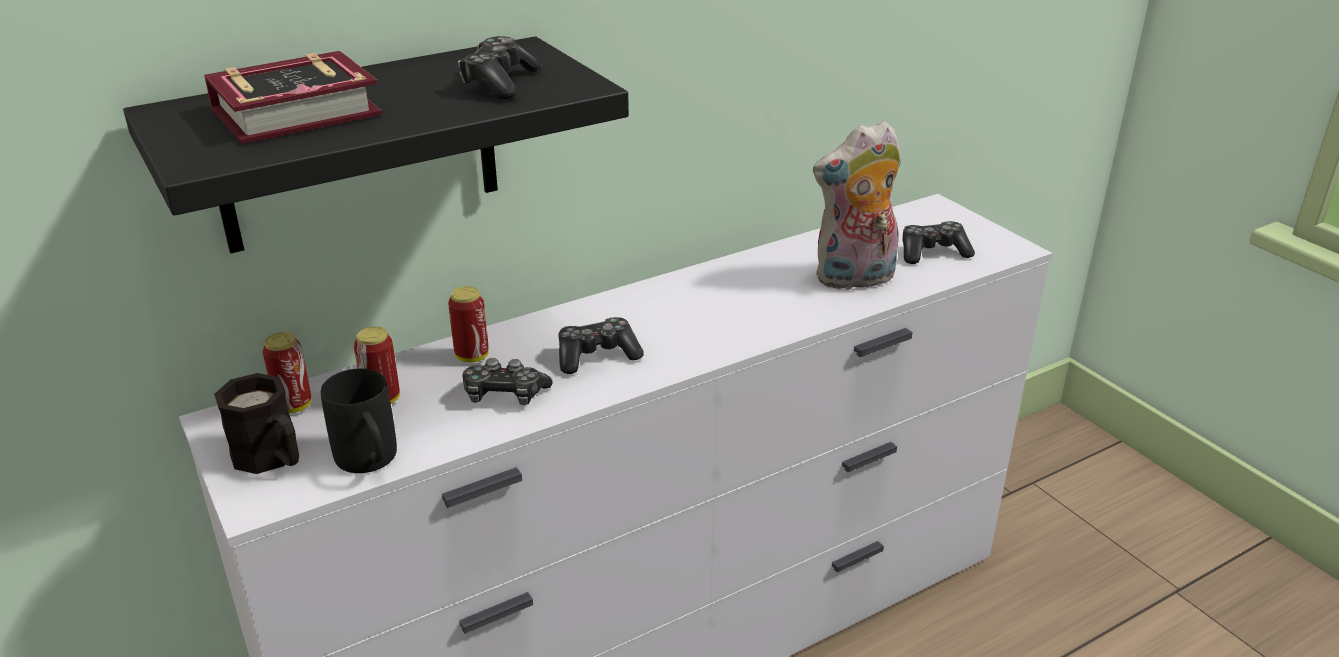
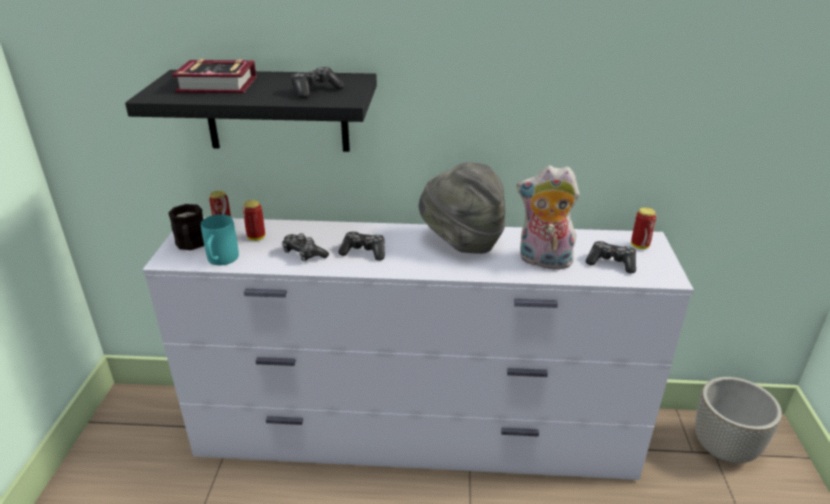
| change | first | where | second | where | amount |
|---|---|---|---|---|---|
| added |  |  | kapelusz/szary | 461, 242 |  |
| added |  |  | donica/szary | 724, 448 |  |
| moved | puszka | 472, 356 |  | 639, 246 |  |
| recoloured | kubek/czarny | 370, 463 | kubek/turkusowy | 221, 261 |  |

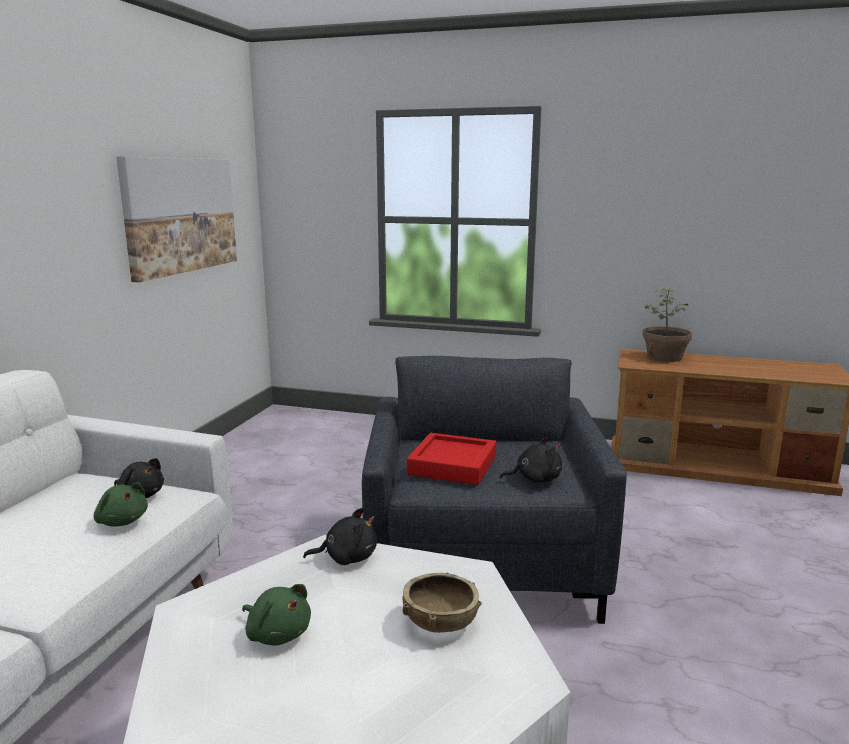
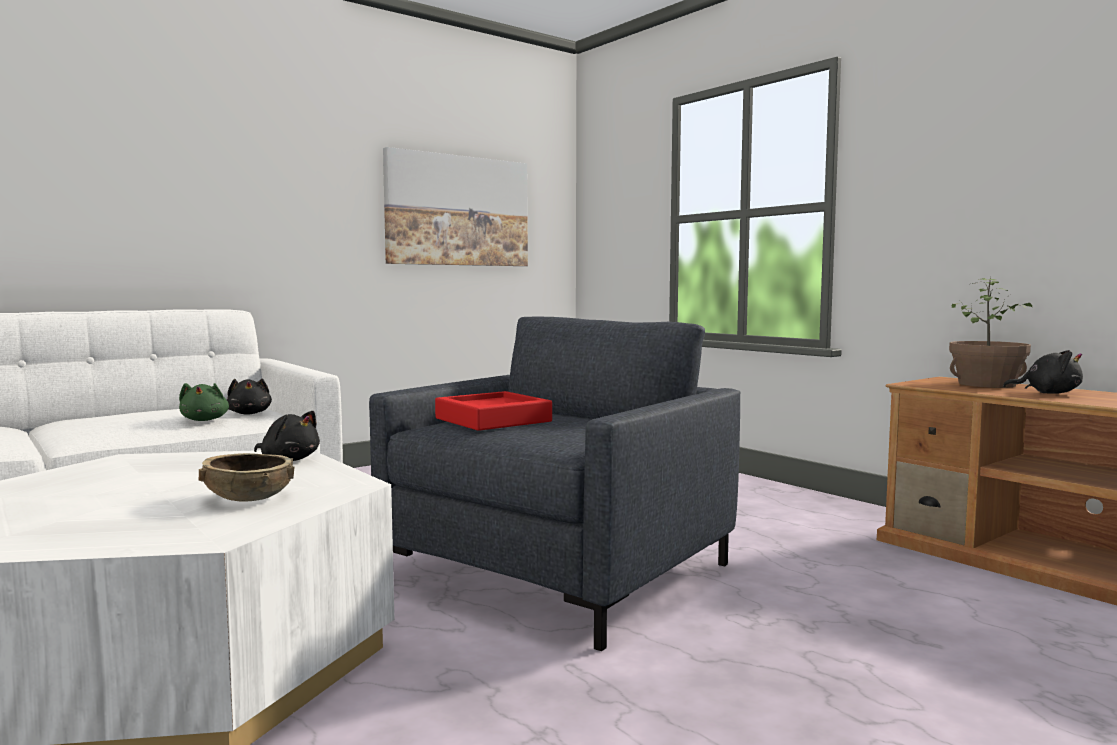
| change | first | where | second | where | amount |
|---|---|---|---|---|---|
| removed | pluszak/zielony | 277, 633 |  |  |  |
| moved | pluszak/czarny | 535, 479 |  | 1048, 393 |  |

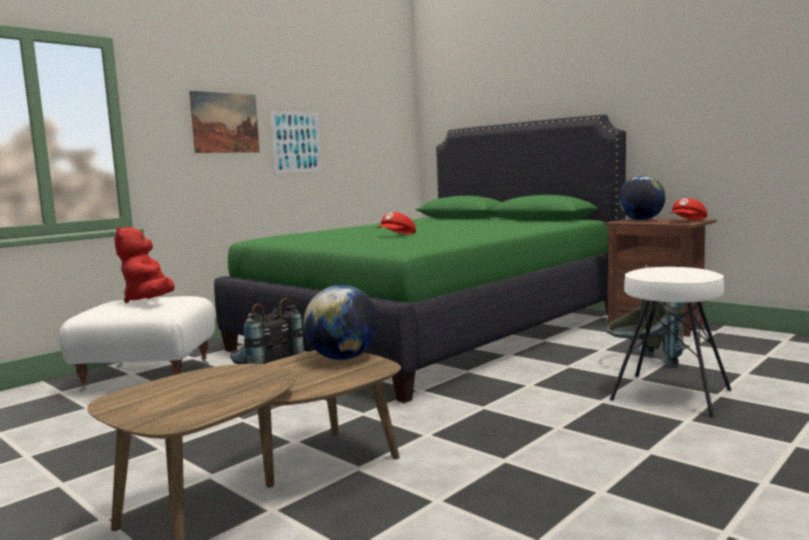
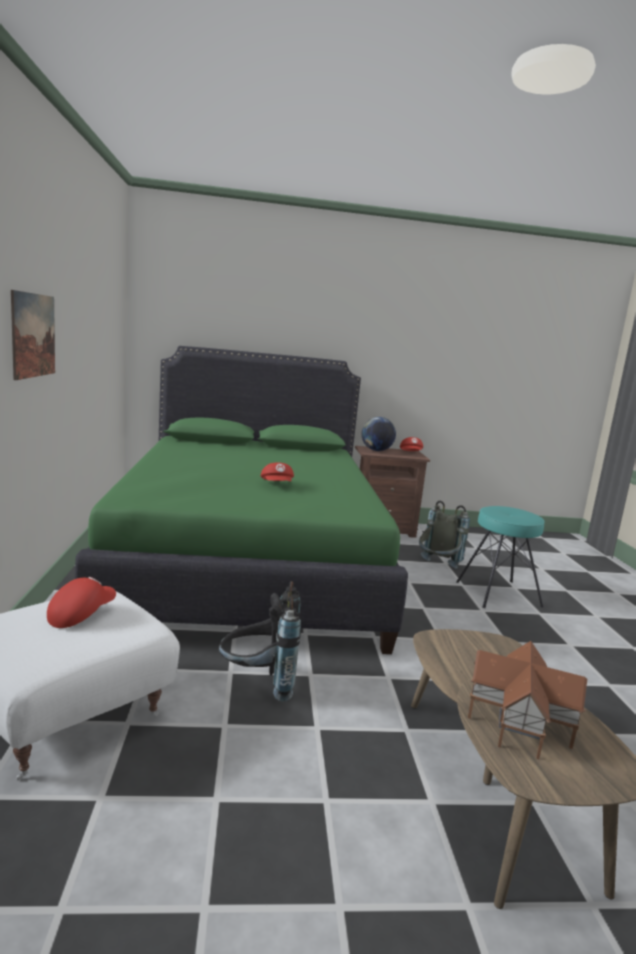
| change | first | where | second | where | amount |
|---|---|---|---|---|---|
| removed | obraz | 296, 142 |  |  |  |
| removed | globus | 343, 358 |  |  |  |
| added |  |  | domek | 517, 720 |  |
| replaced | pluszak/czerwony | 150, 301 | czapka z daszkiem/czerwony | 81, 614 |  |
| recoloured | stołek/biały | 671, 394 | stołek/turkusowy | 497, 593 |  |

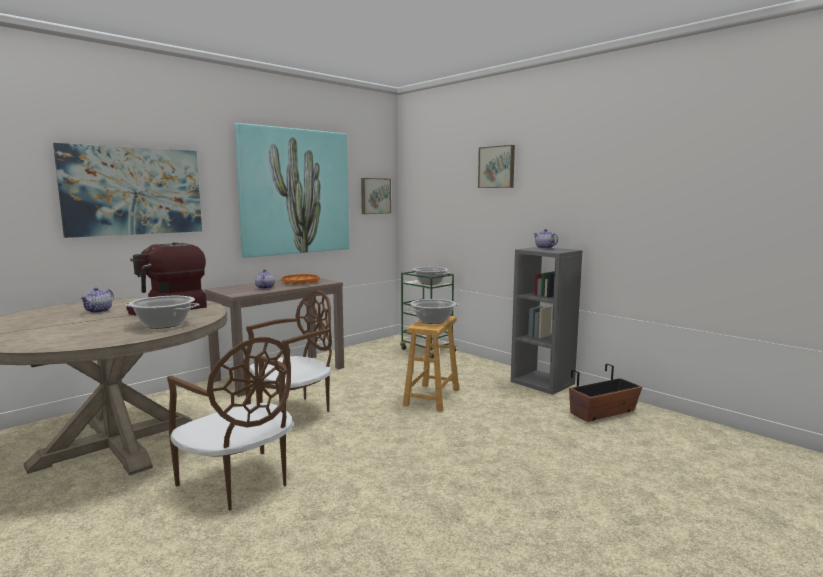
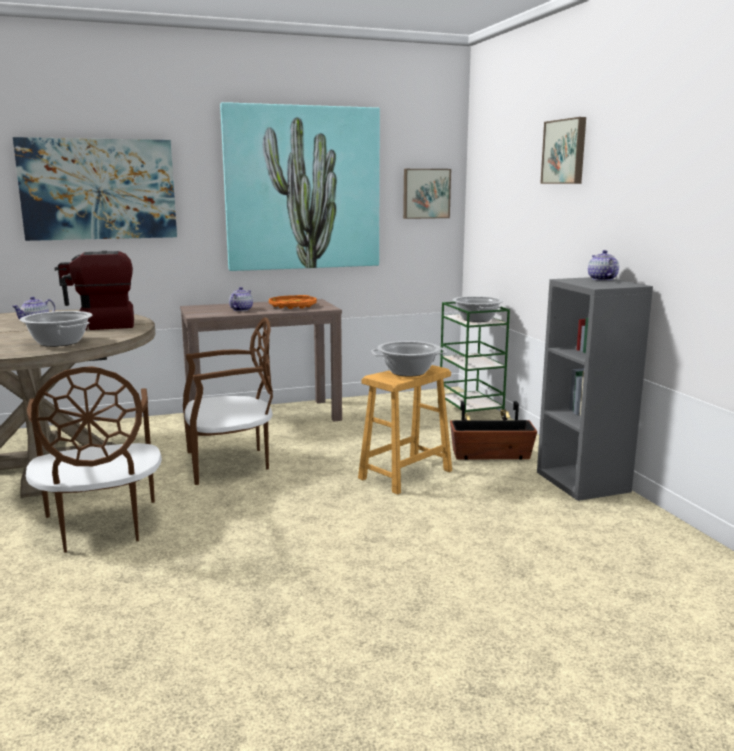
| change | first | where | second | where | amount |
|---|---|---|---|---|---|
| moved | donica | 603, 412 |  | 491, 455 |  |

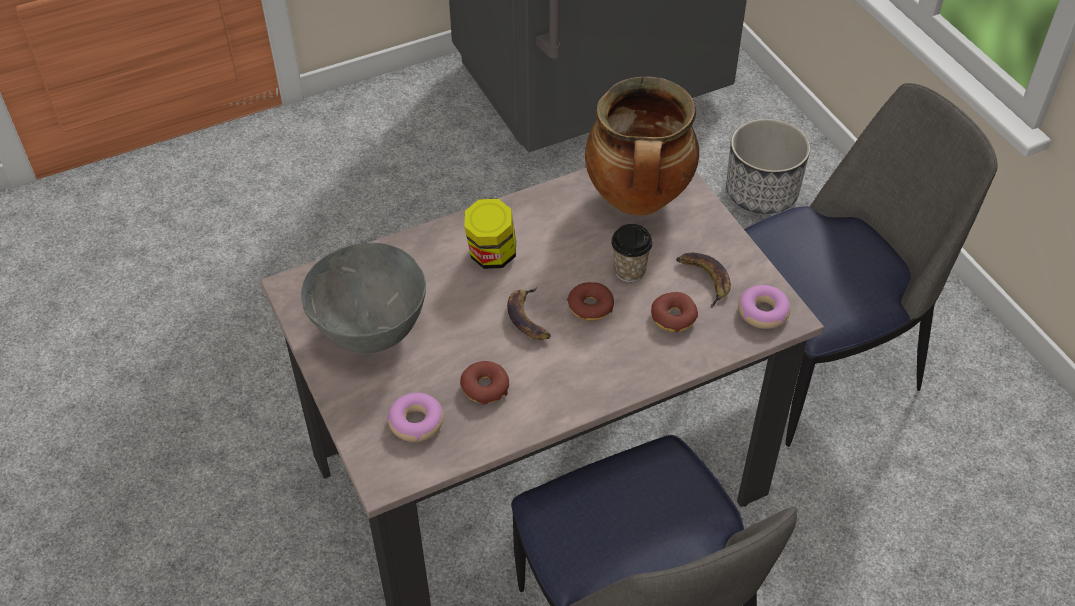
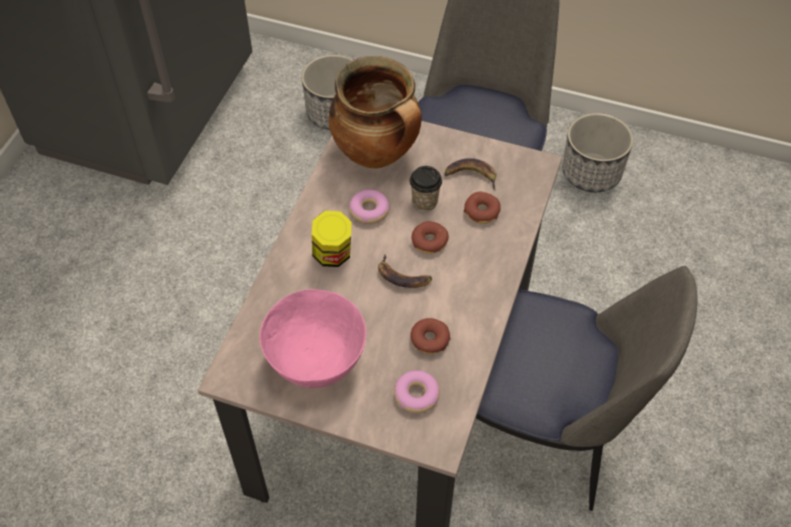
| change | first | where | second | where | amount |
|---|---|---|---|---|---|
| added |  |  | donica | 591, 173 |  |
| moved | donut | 763, 312 |  | 369, 210 |  |
| recoloured | miska/szary | 371, 331 | miska/różowy | 318, 363 |  |

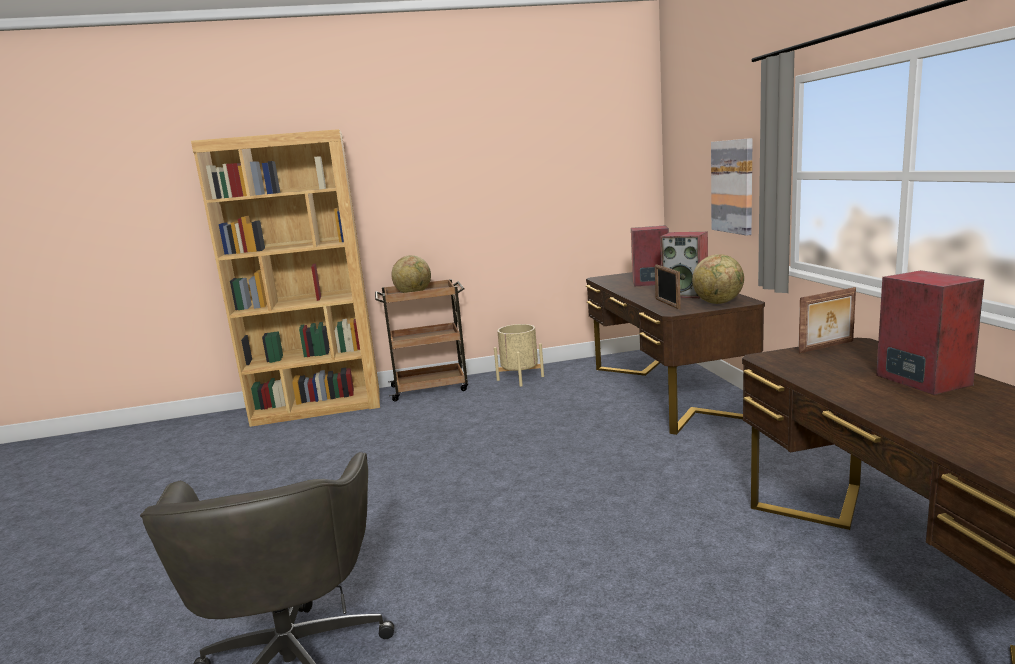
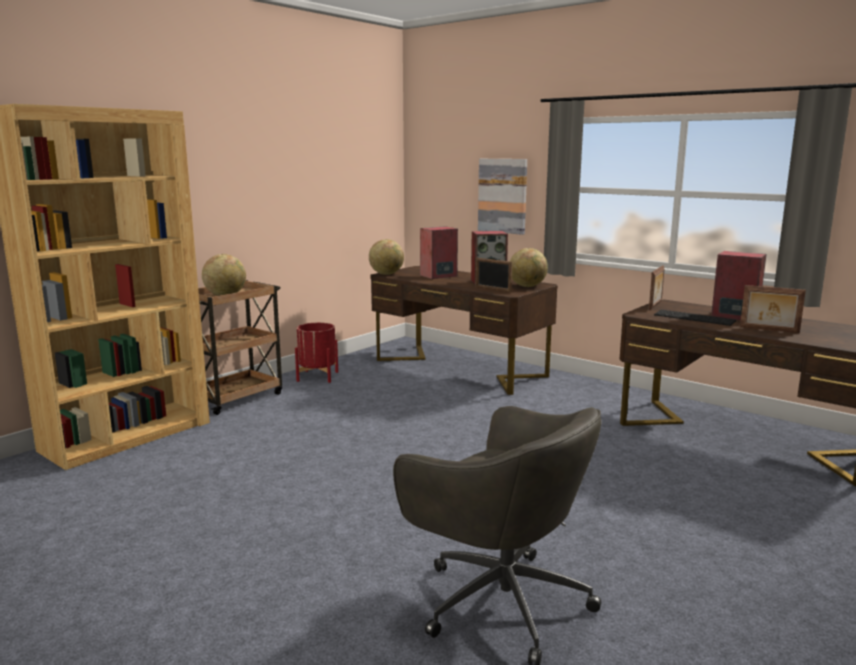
| change | first | where | second | where | amount |
|---|---|---|---|---|---|
| added |  |  | globus | 386, 274 |  |
| added |  |  | klawiatura | 695, 318 |  |
| added |  |  | ramka na zdjęcie | 769, 330 |  |
| recoloured | donica/beżowy | 520, 378 | donica/czerwony | 317, 376 |  |

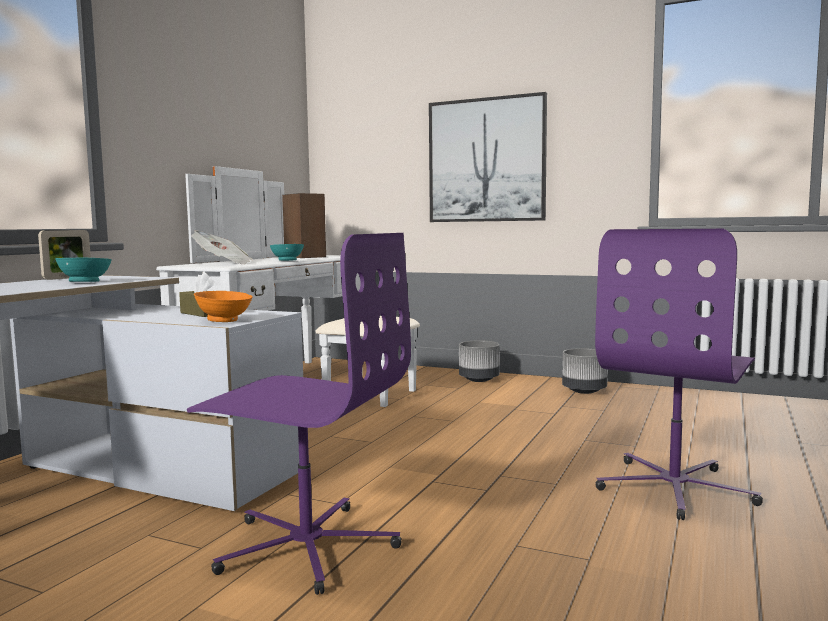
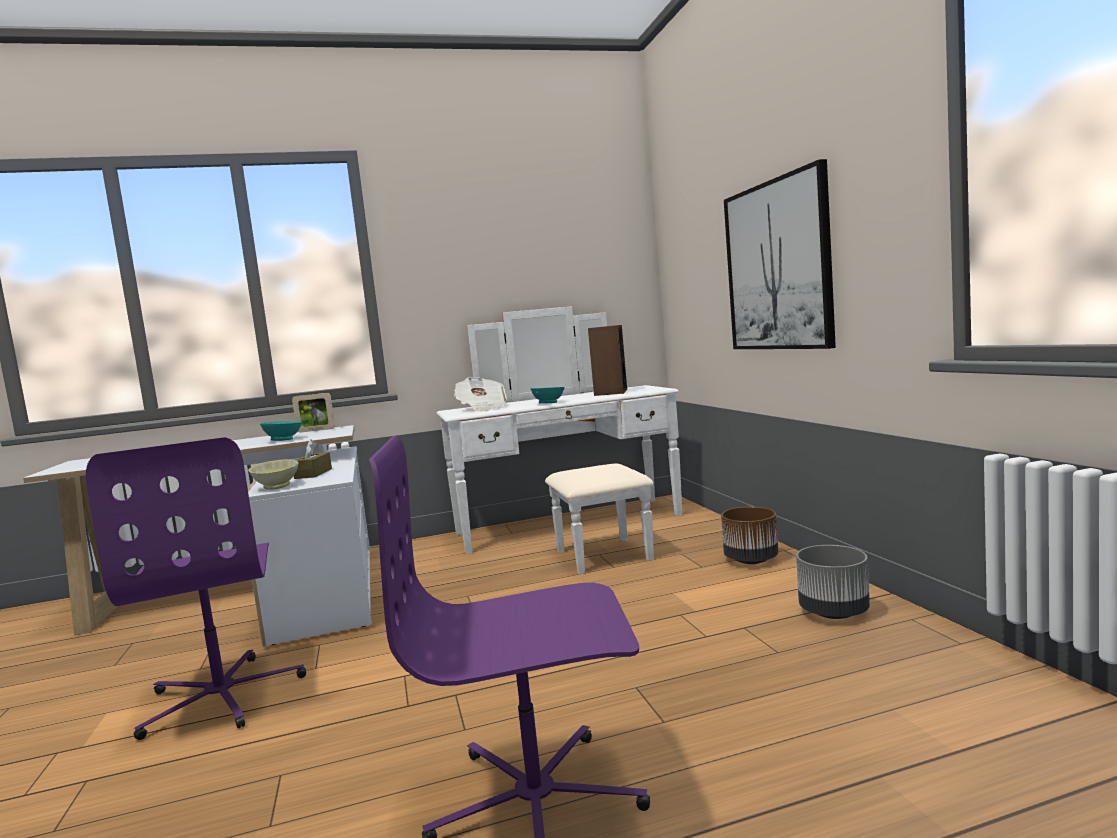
| change | first | where | second | where | amount |
|---|---|---|---|---|---|
| recoloured | miska/pomarańczowy | 224, 321 | miska/beżowy | 276, 487 |  |
| recoloured | donica/szary | 479, 380 | donica/brązowy | 751, 560 |  |

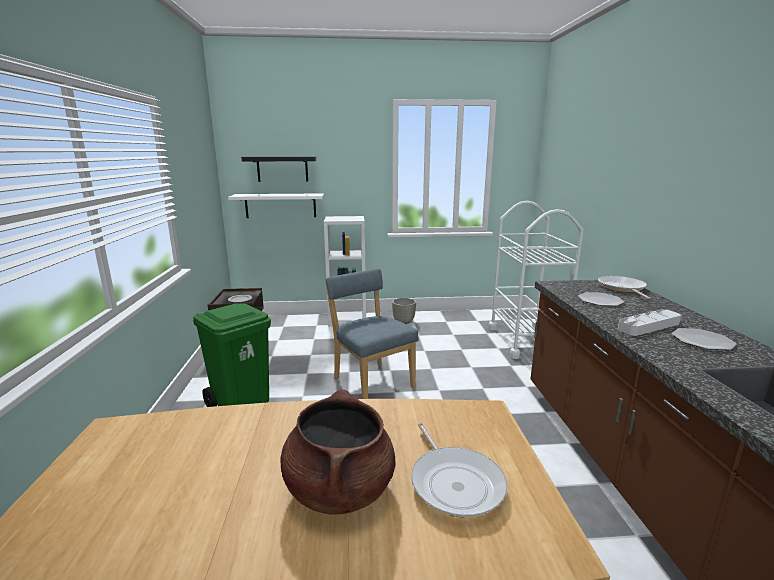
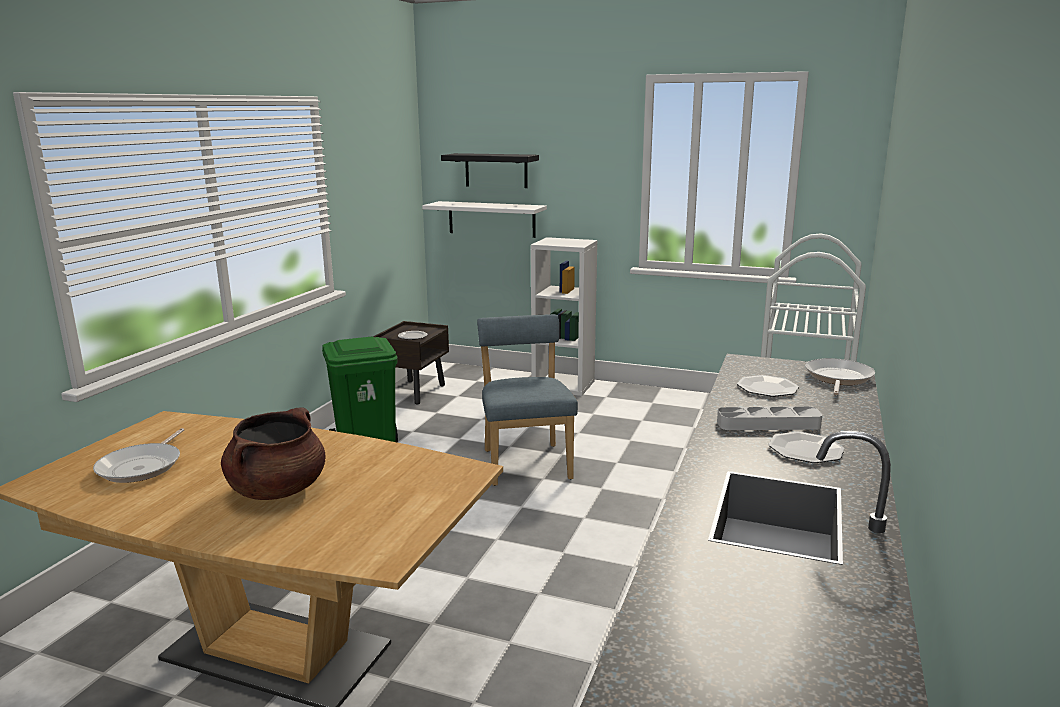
| change | first | where | second | where | amount |
|---|---|---|---|---|---|
| removed | donica/szary | 403, 322 |  |  |  |
| moved | patelnia | 455, 482 |  | 143, 466 |  |

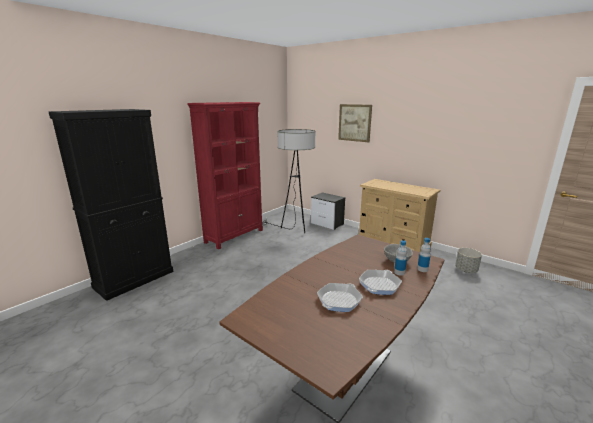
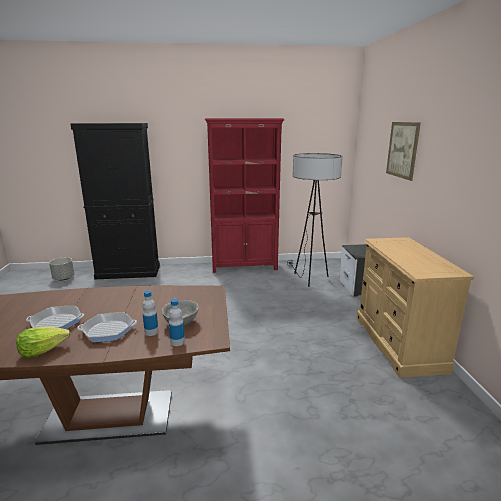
| change | first | where | second | where | amount |
|---|---|---|---|---|---|
| added |  |  | sałata | 43, 350 |  |
| moved | donica/szary | 466, 270 |  | 63, 278 |  |

